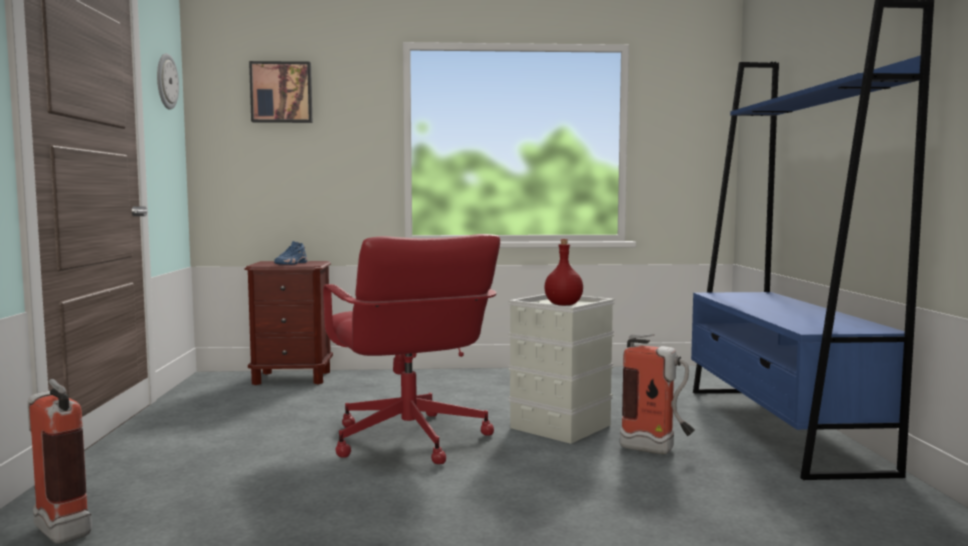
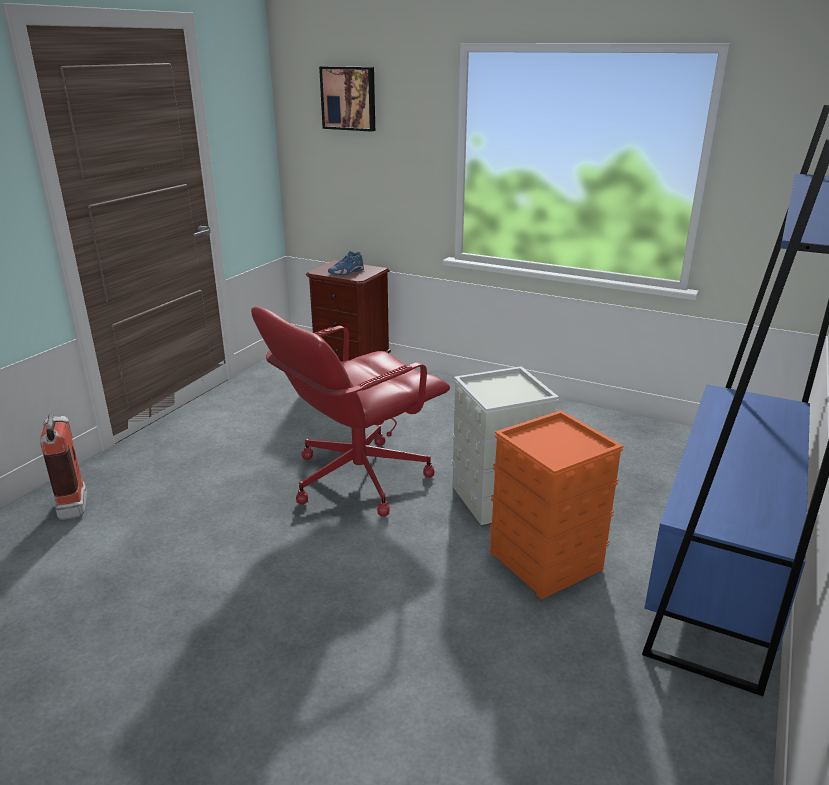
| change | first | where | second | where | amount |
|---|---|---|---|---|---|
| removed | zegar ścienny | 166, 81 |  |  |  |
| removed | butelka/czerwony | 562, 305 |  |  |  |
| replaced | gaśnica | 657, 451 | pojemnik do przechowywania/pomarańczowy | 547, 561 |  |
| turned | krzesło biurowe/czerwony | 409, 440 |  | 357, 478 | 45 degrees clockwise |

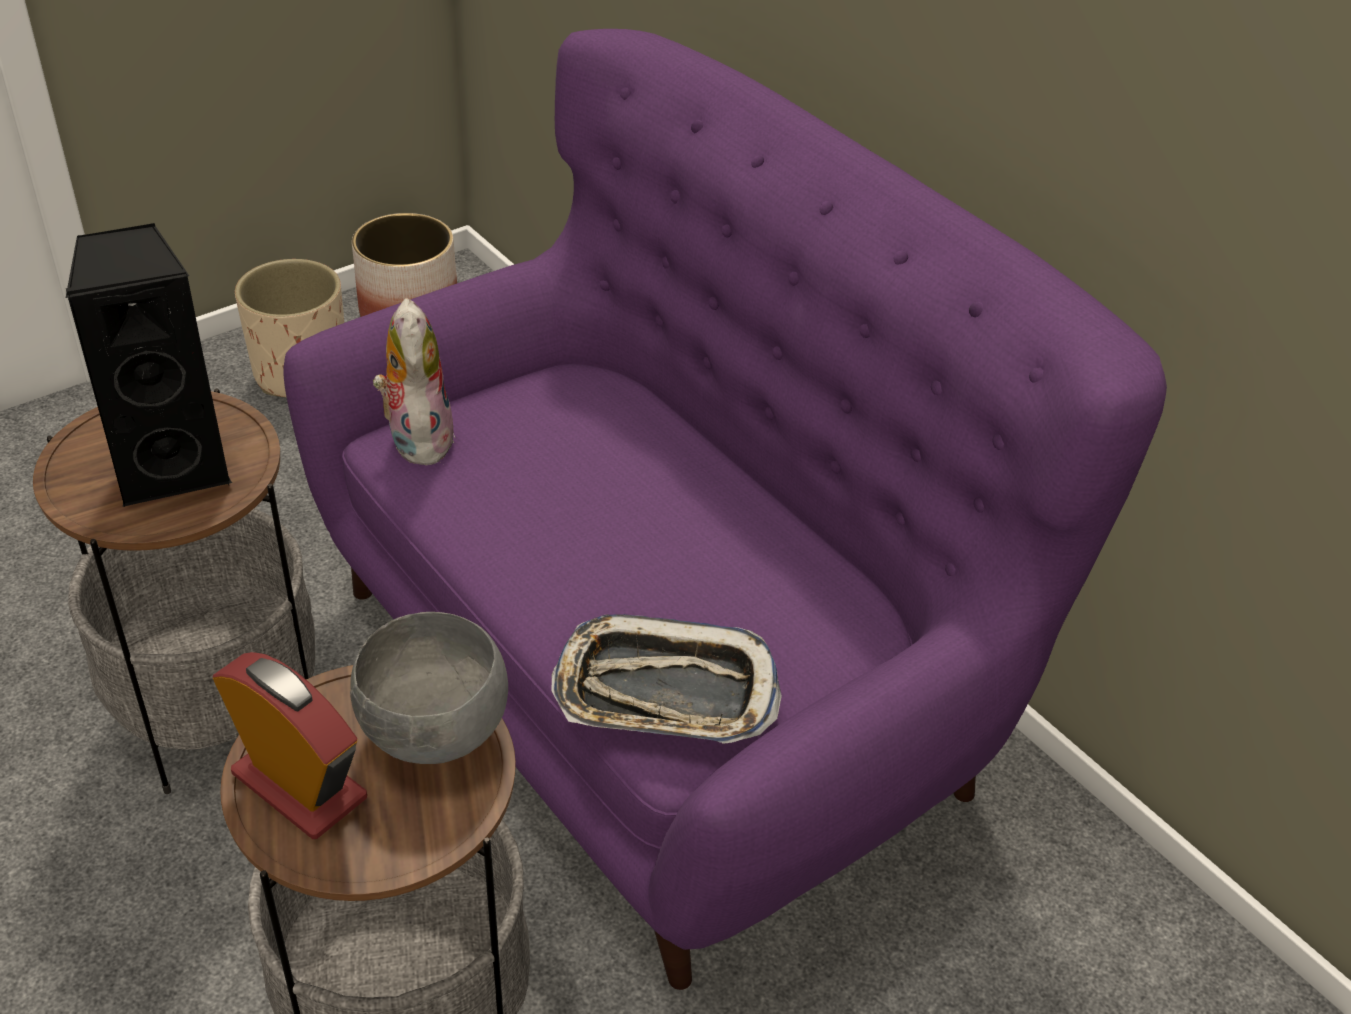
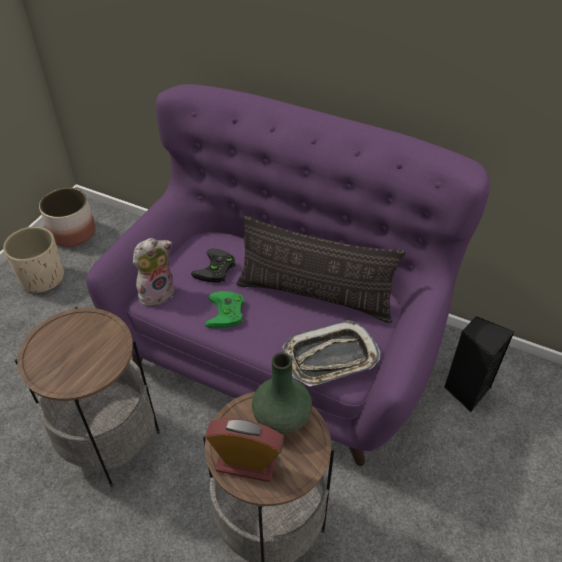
| change | first | where | second | where | amount |
|---|---|---|---|---|---|
| added |  |  | pad do gier/czarny | 215, 270 |  |
| added |  |  | pad do gier/zielony | 226, 313 |  |
| added |  |  | poduszka | 315, 295 |  |
| moved | głośnik/czarny | 173, 467 |  | 466, 390 |  |
| replaced | miska/szary | 434, 735 | wazon/zielony | 282, 417 |  |
| turned | pluszak | 417, 438 |  | 157, 292 | 90 degrees clockwise |

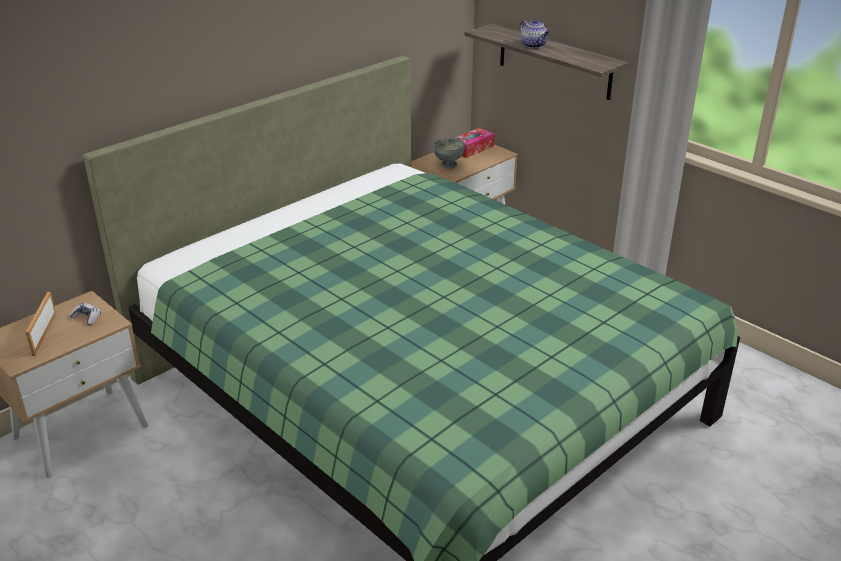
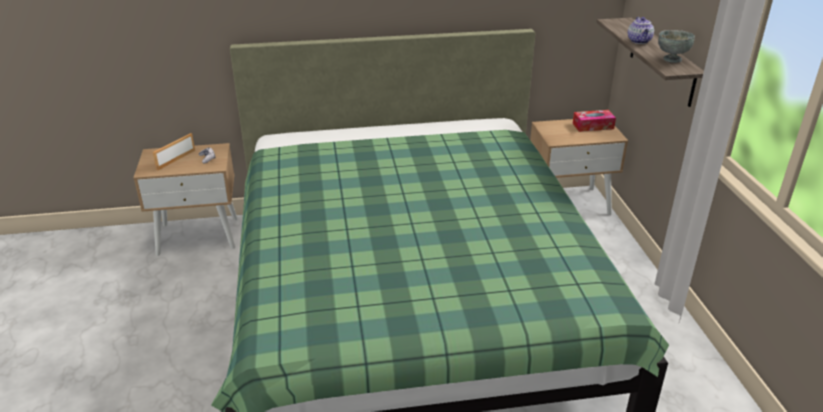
| change | first | where | second | where | amount |
|---|---|---|---|---|---|
| moved | miska/szary | 448, 165 |  | 671, 59 |  |

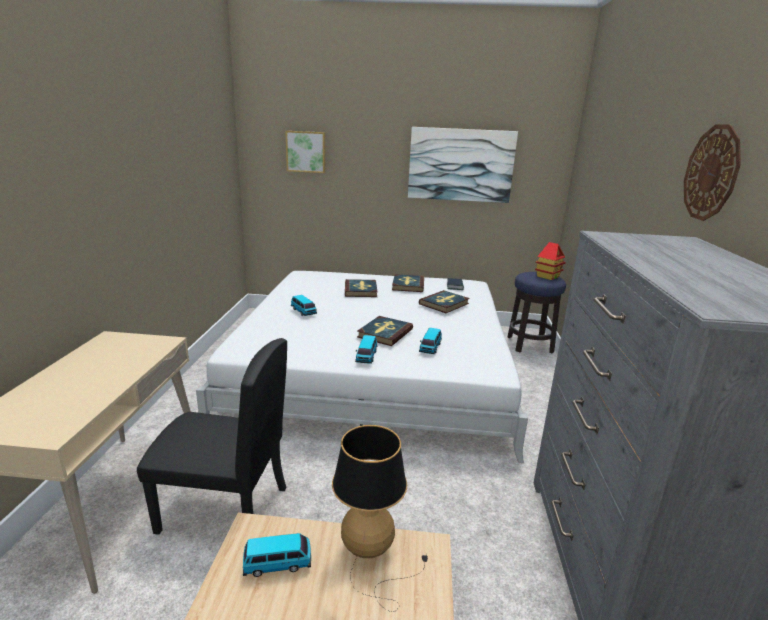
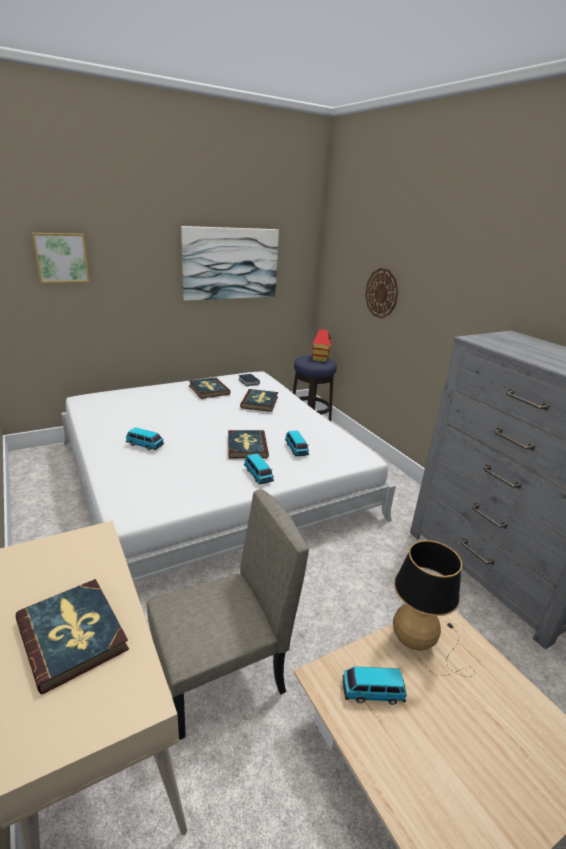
| change | first | where | second | where | amount |
|---|---|---|---|---|---|
| moved | książka | 361, 290 |  | 73, 635 |  |
| moved | zegar ścienny | 711, 173 |  | 381, 293 |  |
| recoloured | krzesło/czarny | 224, 510 | krzesło/beżowy | 220, 677 |  |
| turned | samochodzik | 278, 563 |  | 372, 691 | 135 degrees counterclockwise |

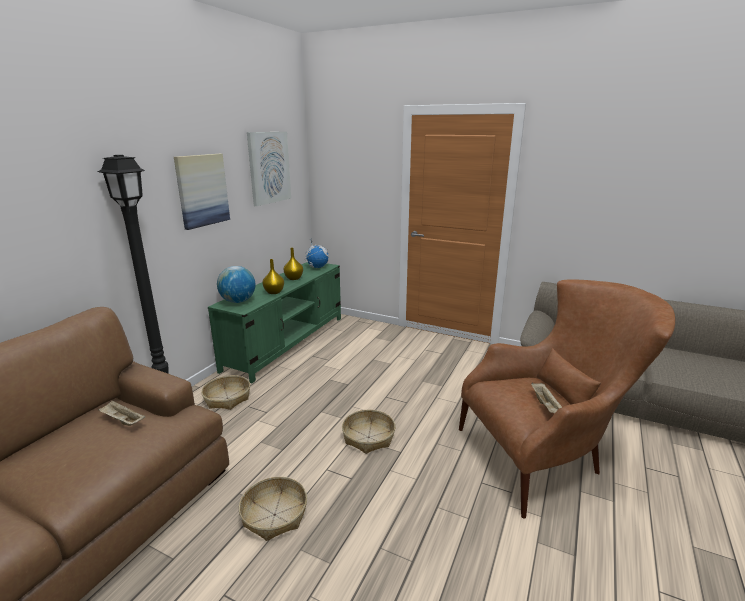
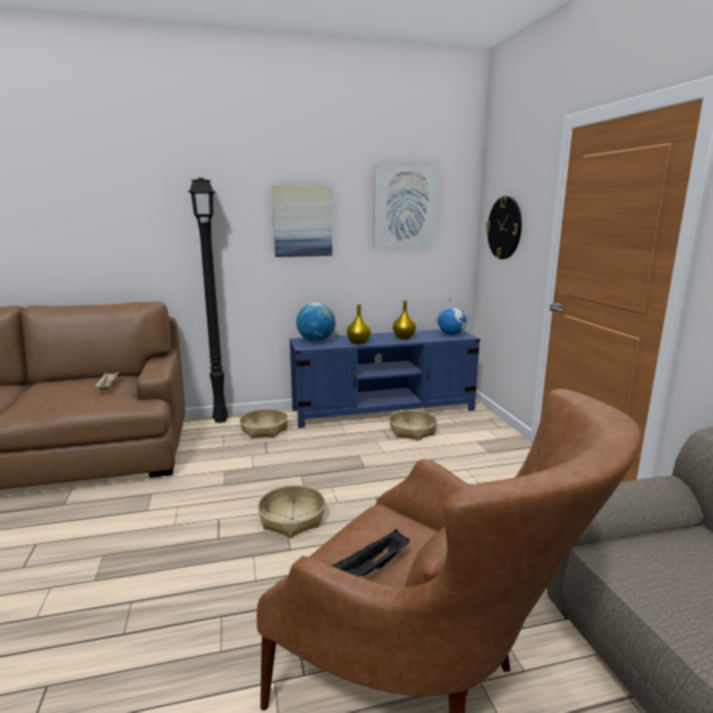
| change | first | where | second | where | amount |
|---|---|---|---|---|---|
| added |  |  | zegar ścienny | 504, 228 |  |
| moved | koszyk | 274, 515 |  | 412, 431 |  |
| recoloured | szafka pod telewizor/zielony | 287, 342 | szafka pod telewizor/niebieski | 384, 410 |  |
| recoloured | taca/beżowy | 546, 405 | taca/czarny | 372, 569 |  |

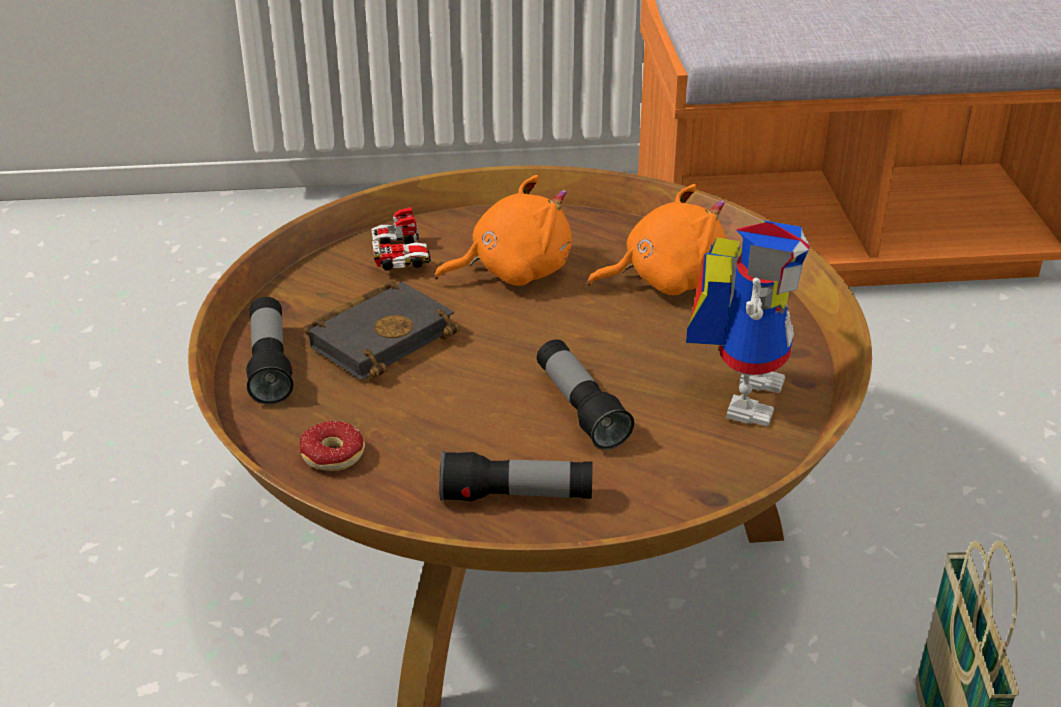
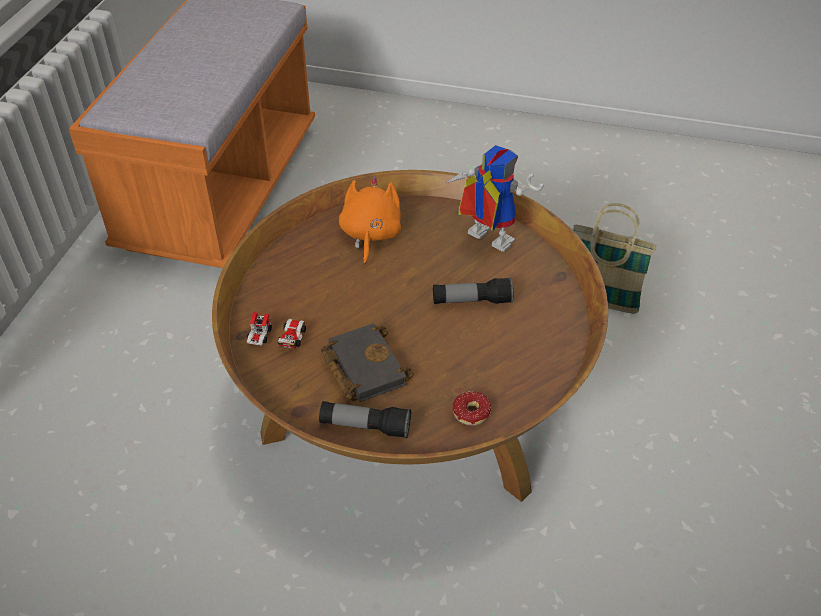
| change | first | where | second | where | amount |
|---|---|---|---|---|---|
| removed | pluszak/pomarańczowy | 513, 271 |  |  |  |
| removed | latarka | 516, 496 |  |  |  |

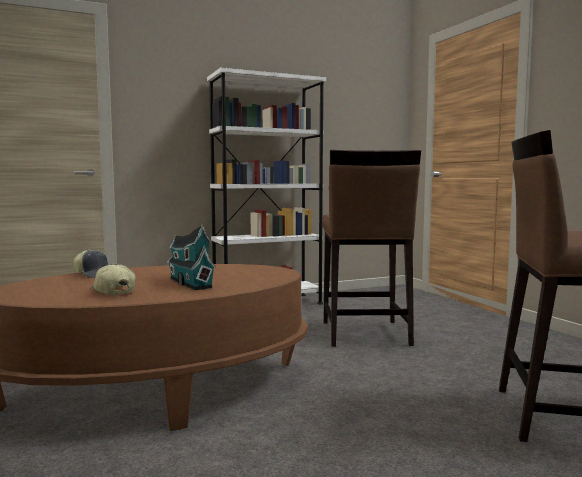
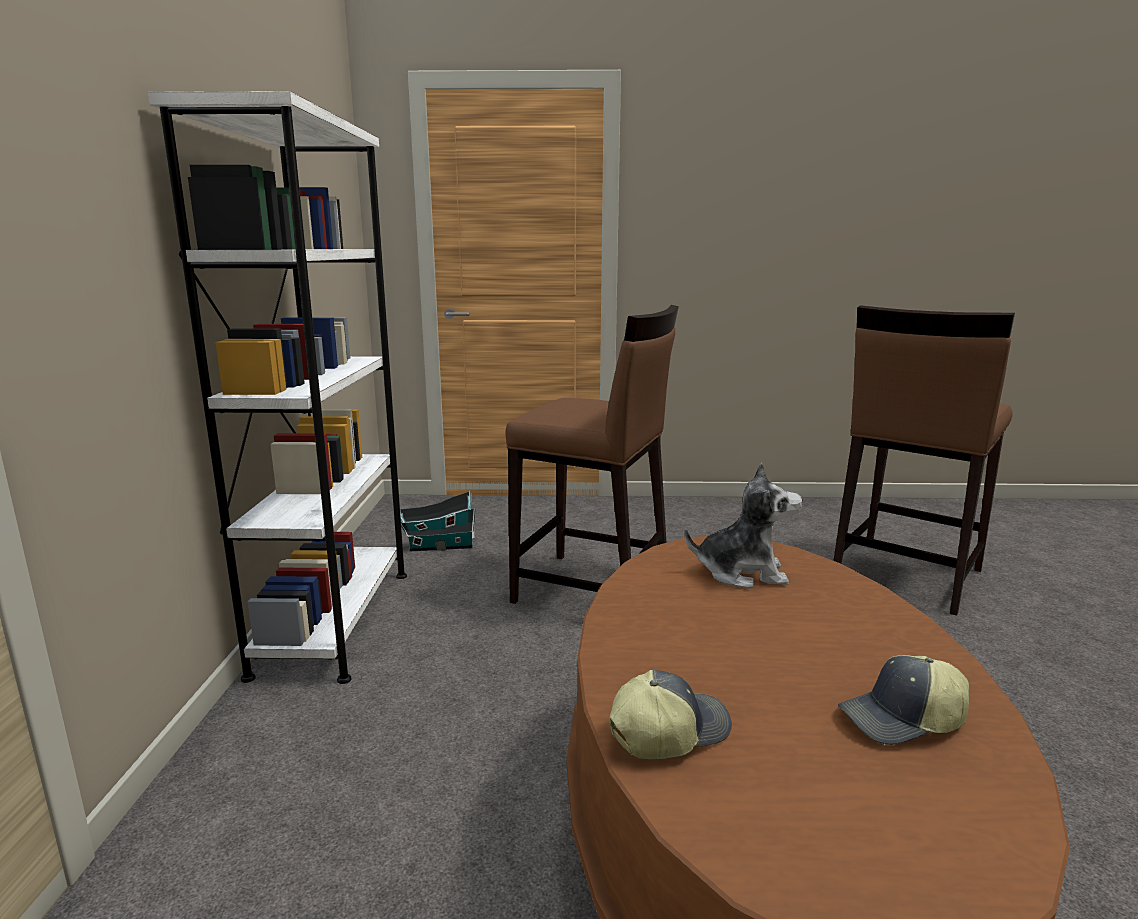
| change | first | where | second | where | amount |
|---|---|---|---|---|---|
| added |  |  | pluszak | 742, 573 |  |
| moved | domek | 189, 283 |  | 439, 546 |  |

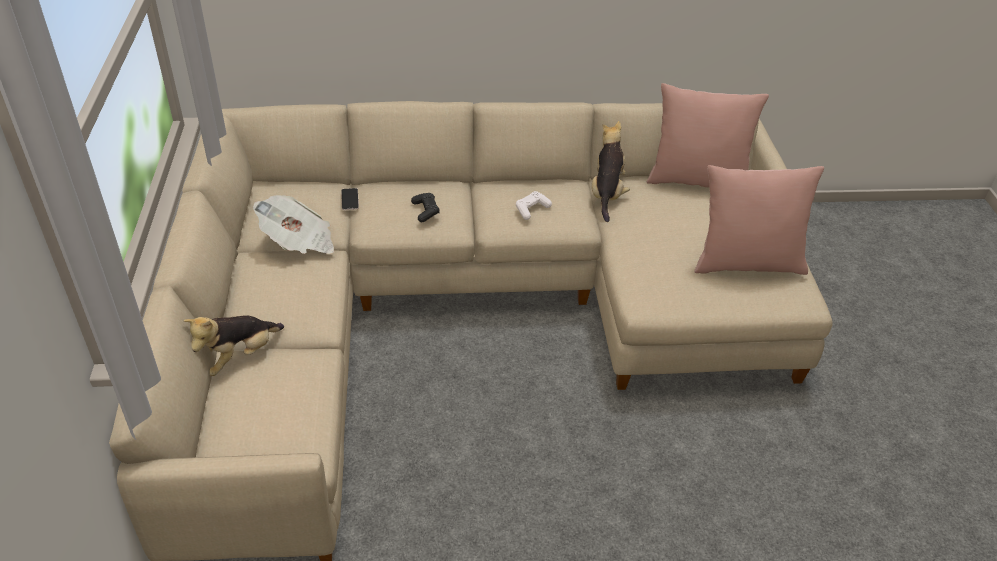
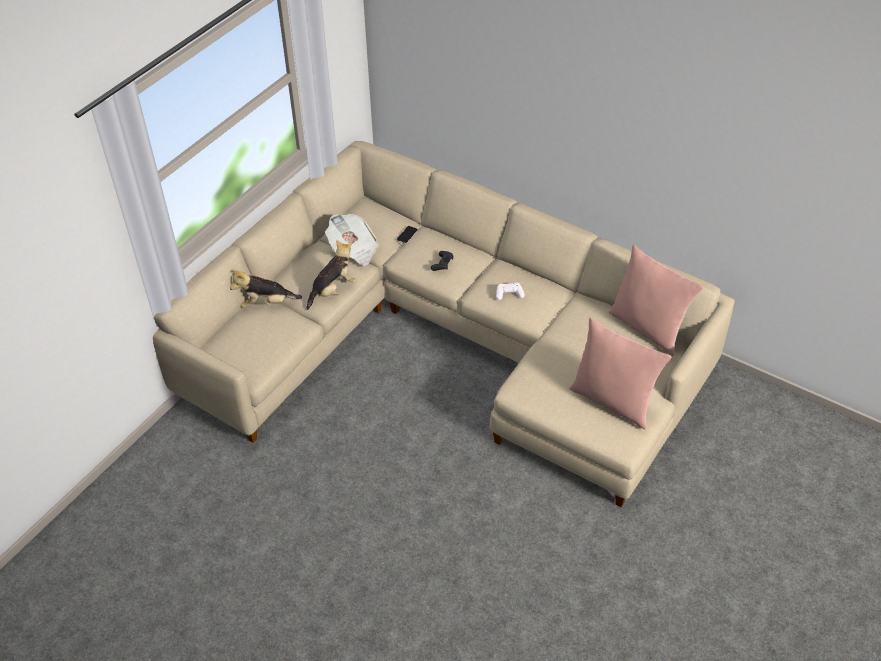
| change | first | where | second | where | amount |
|---|---|---|---|---|---|
| moved | pluszak | 606, 194 |  | 333, 291 |  |

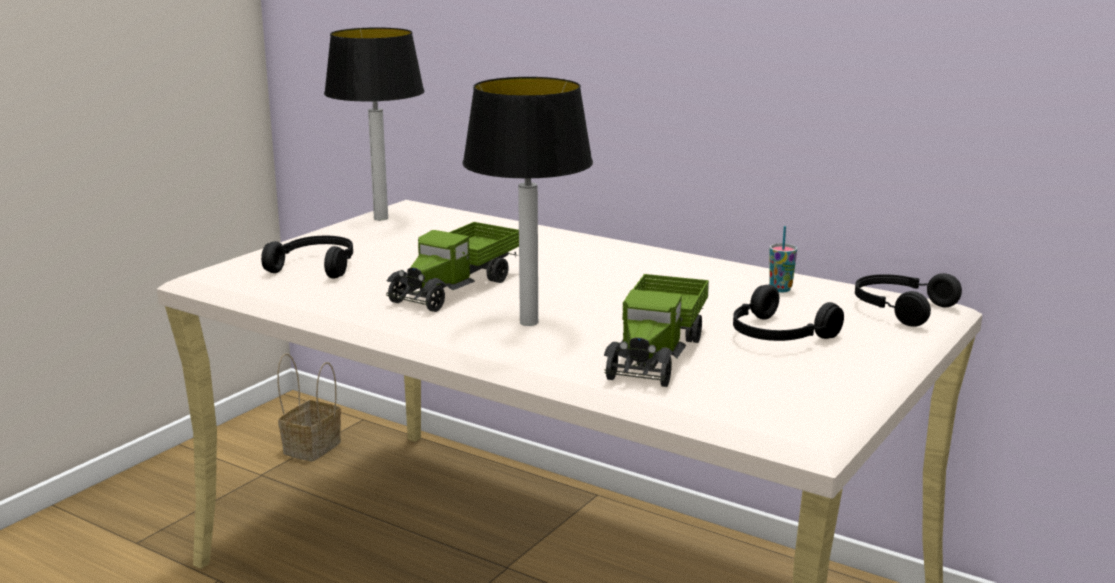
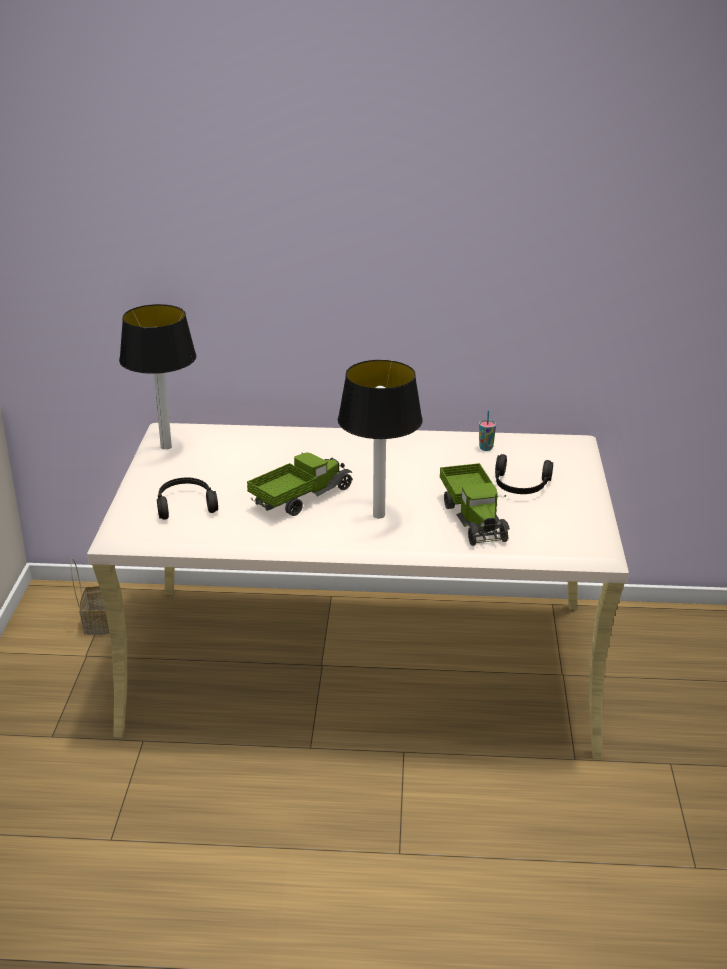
| change | first | where | second | where | amount |
|---|---|---|---|---|---|
| removed | słuchawki/czarny | 899, 309 |  |  |  |
| turned | ciężarówka zabawkowa | 457, 287 |  | 301, 498 | 135 degrees counterclockwise |

